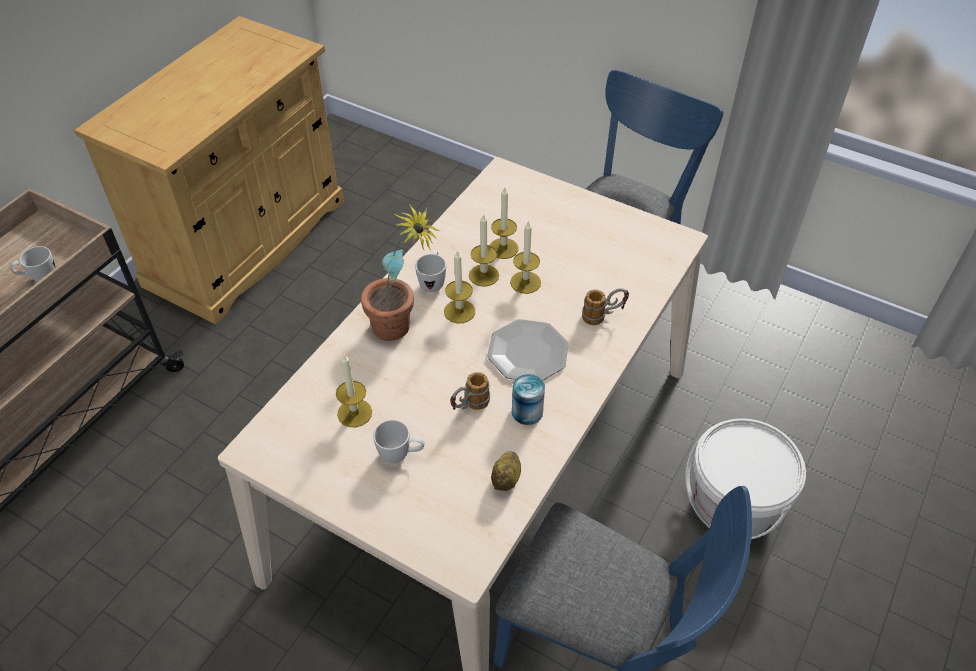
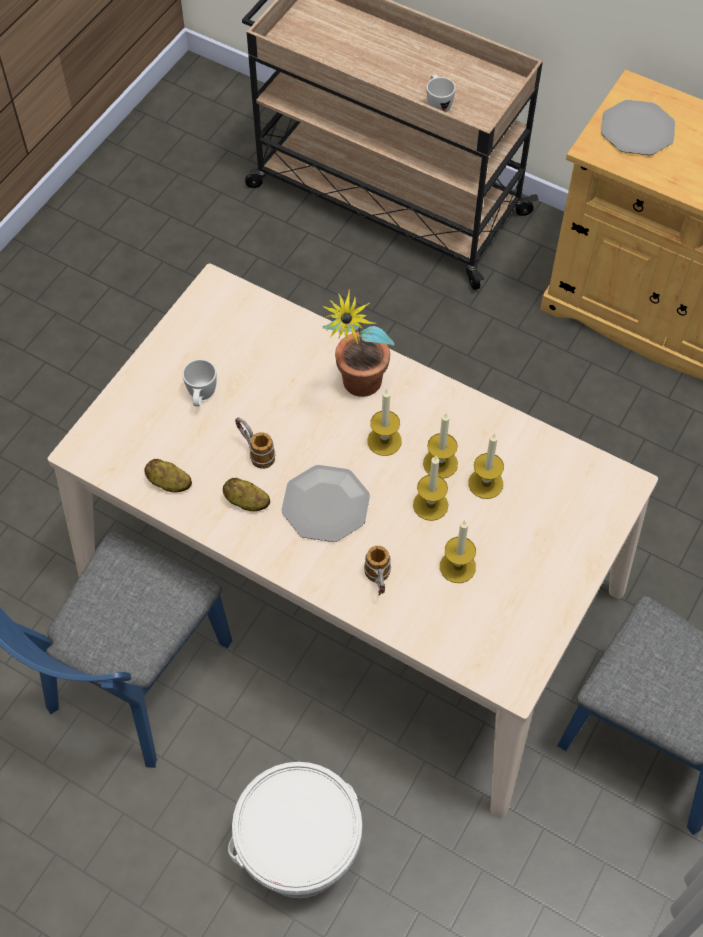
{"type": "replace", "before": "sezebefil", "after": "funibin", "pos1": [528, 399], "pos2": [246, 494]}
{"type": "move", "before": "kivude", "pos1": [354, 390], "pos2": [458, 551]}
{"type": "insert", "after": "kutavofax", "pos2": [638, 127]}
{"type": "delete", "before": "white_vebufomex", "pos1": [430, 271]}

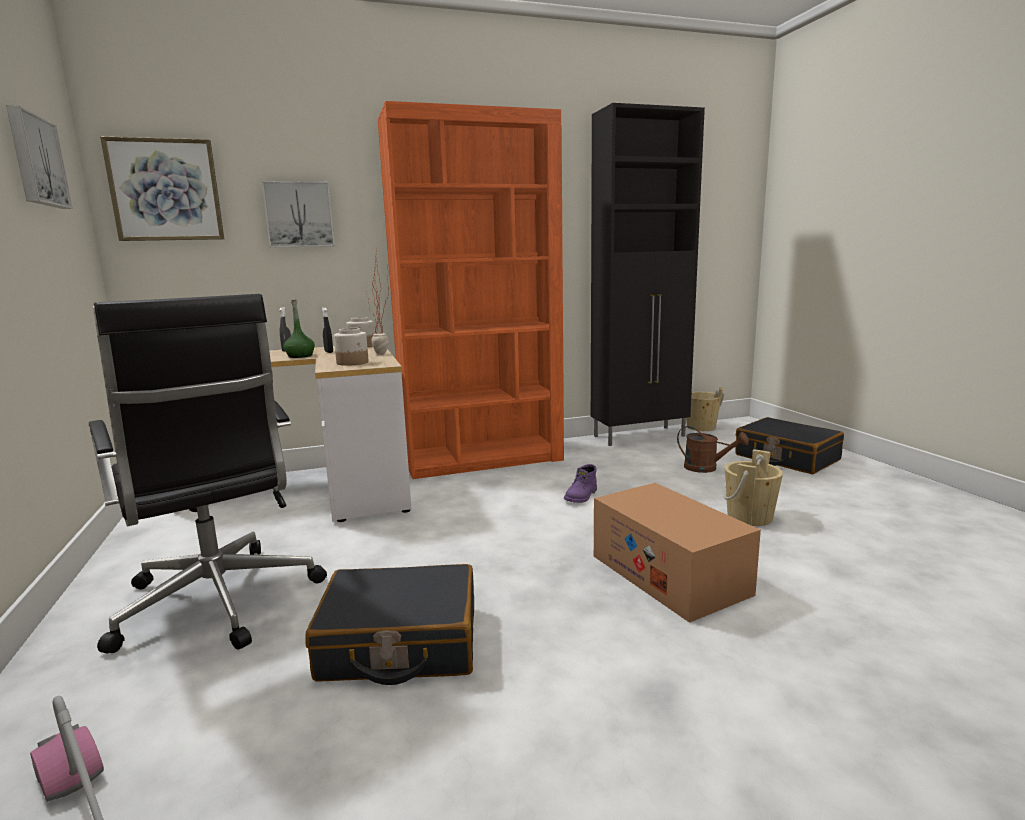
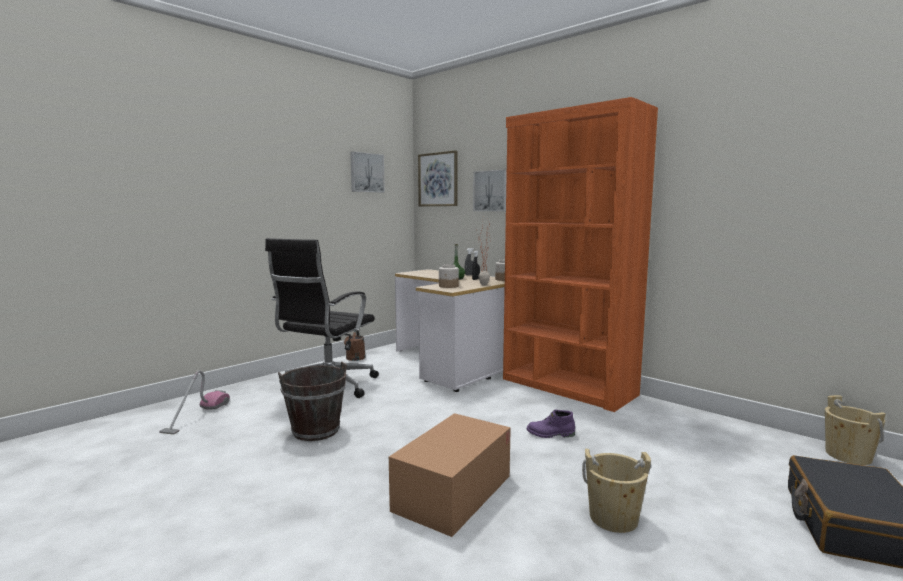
{"type": "replace", "before": "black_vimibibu", "after": "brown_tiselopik", "pos1": [389, 624], "pos2": [312, 401]}
{"type": "move", "before": "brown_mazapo", "pos1": [713, 449], "pos2": [355, 346]}
{"type": "delete", "before": "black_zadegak", "pos1": [648, 274]}

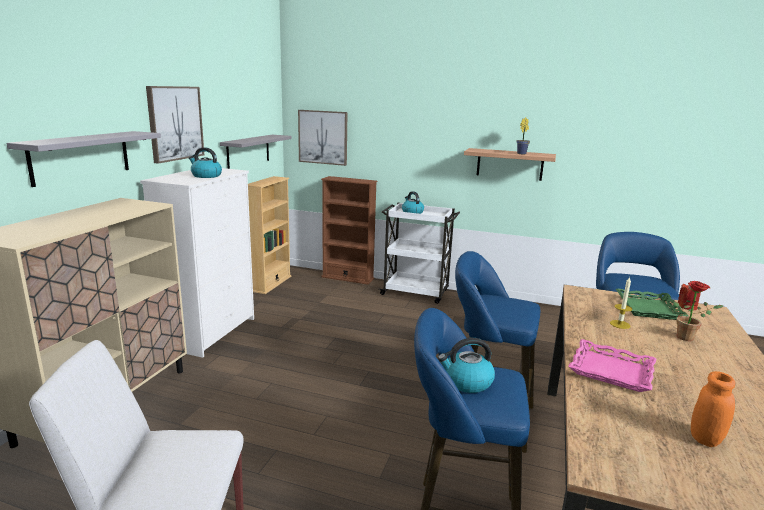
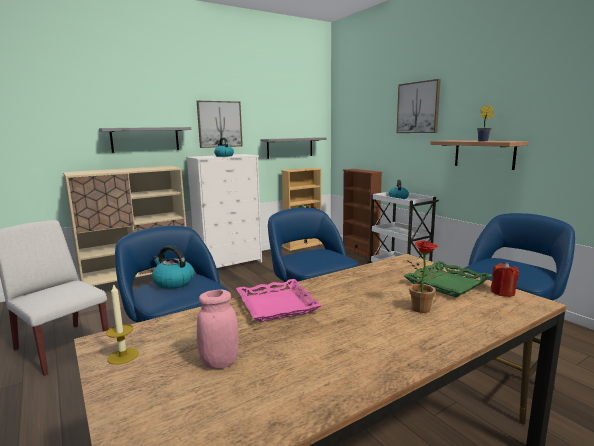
{"type": "move", "before": "kivude", "pos1": [621, 302], "pos2": [122, 324]}
{"type": "recolor", "before": "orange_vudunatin", "after": "pink_vudunatin", "pos1": [713, 409], "pos2": [218, 329]}
{"type": "move", "before": "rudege", "pos1": [322, 138], "pos2": [419, 106]}

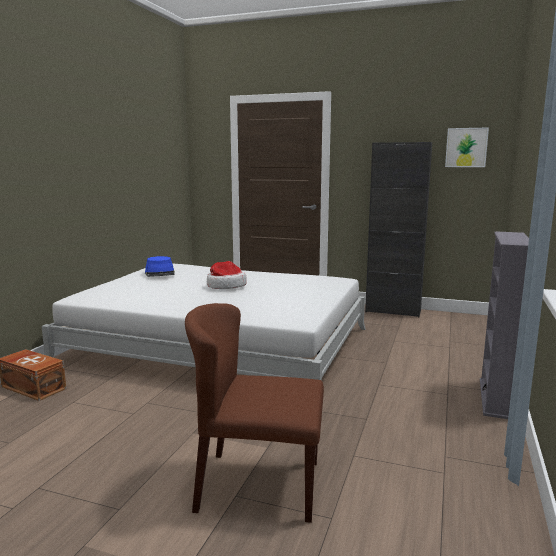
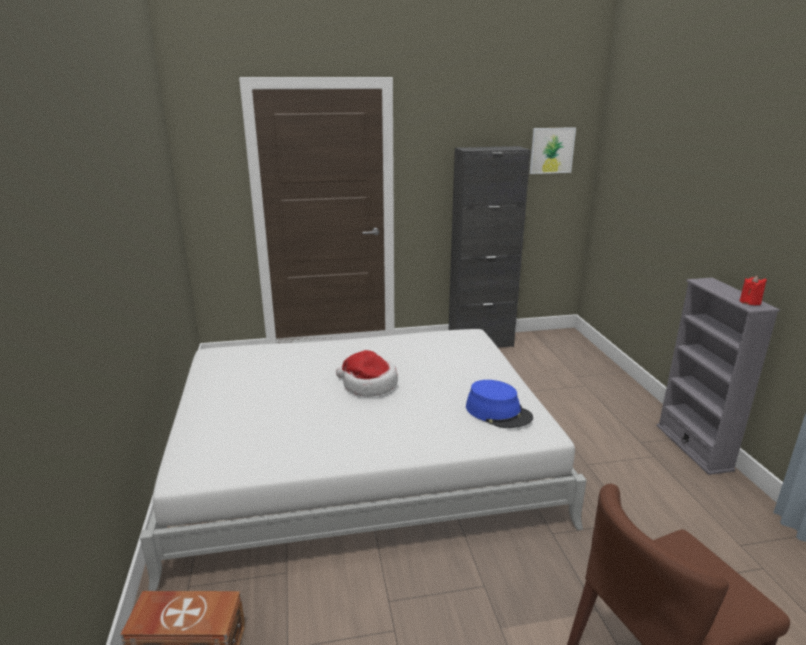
{"type": "move", "before": "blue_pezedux", "pos1": [160, 266], "pos2": [499, 404]}
{"type": "insert", "after": "red_kivude", "pos2": [753, 290]}

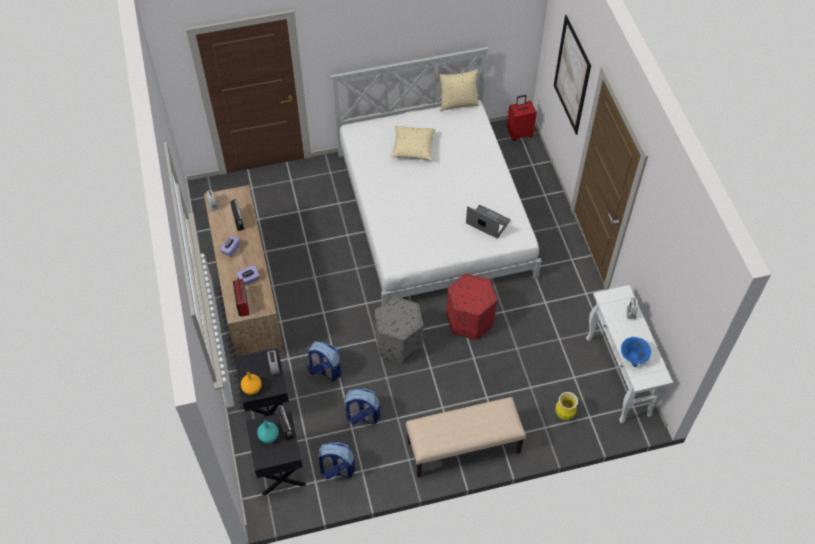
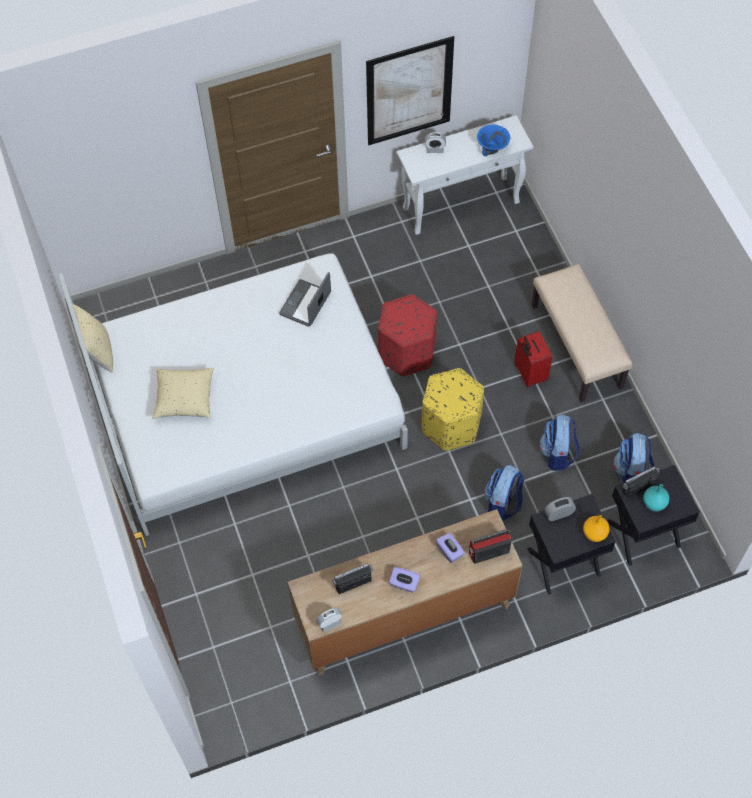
{"type": "move", "before": "rudege", "pos1": [572, 75], "pos2": [410, 90]}
{"type": "recolor", "before": "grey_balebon", "after": "yellow_balebon", "pos1": [399, 330], "pos2": [453, 409]}
{"type": "move", "before": "red_vimibibu", "pos1": [522, 118], "pos2": [534, 359]}
{"type": "delete", "before": "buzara", "pos1": [566, 406]}

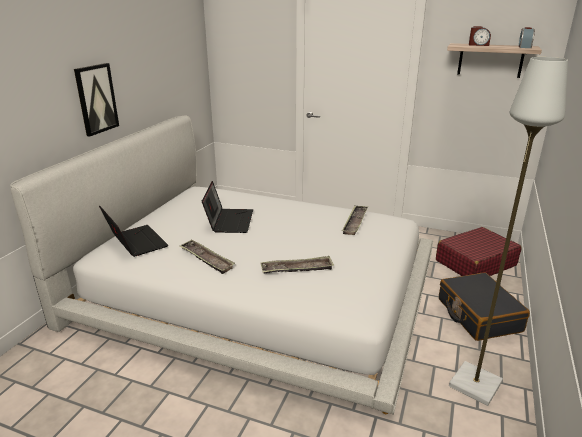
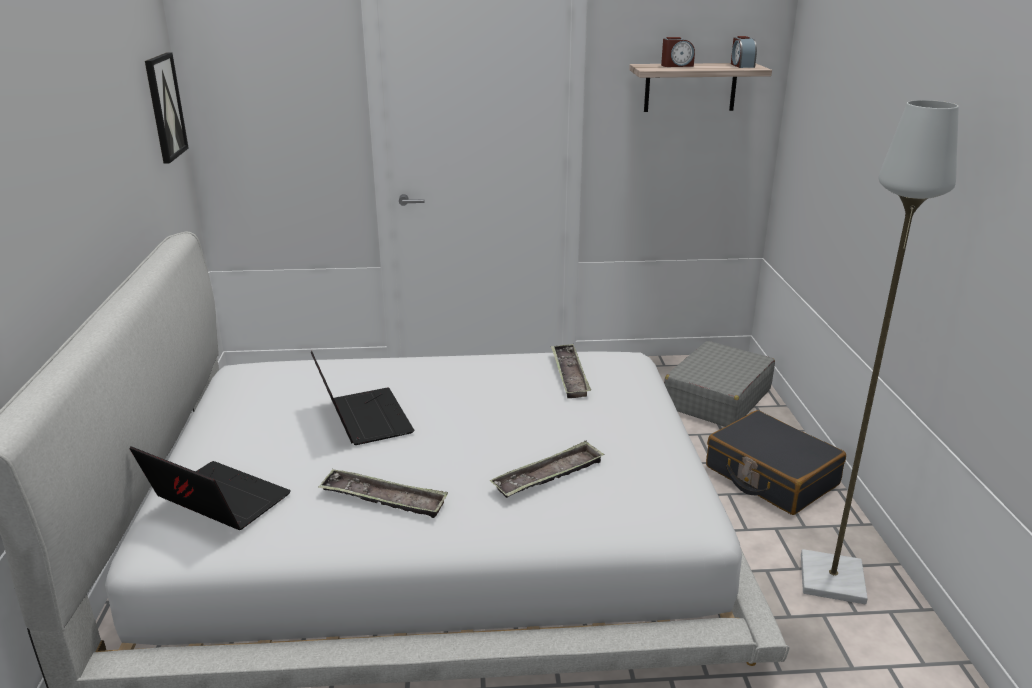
{"type": "move", "before": "rudege", "pos1": [96, 100], "pos2": [167, 107]}
{"type": "recolor", "before": "red_vimibibu", "after": "grey_vimibibu", "pos1": [479, 251], "pos2": [719, 384]}

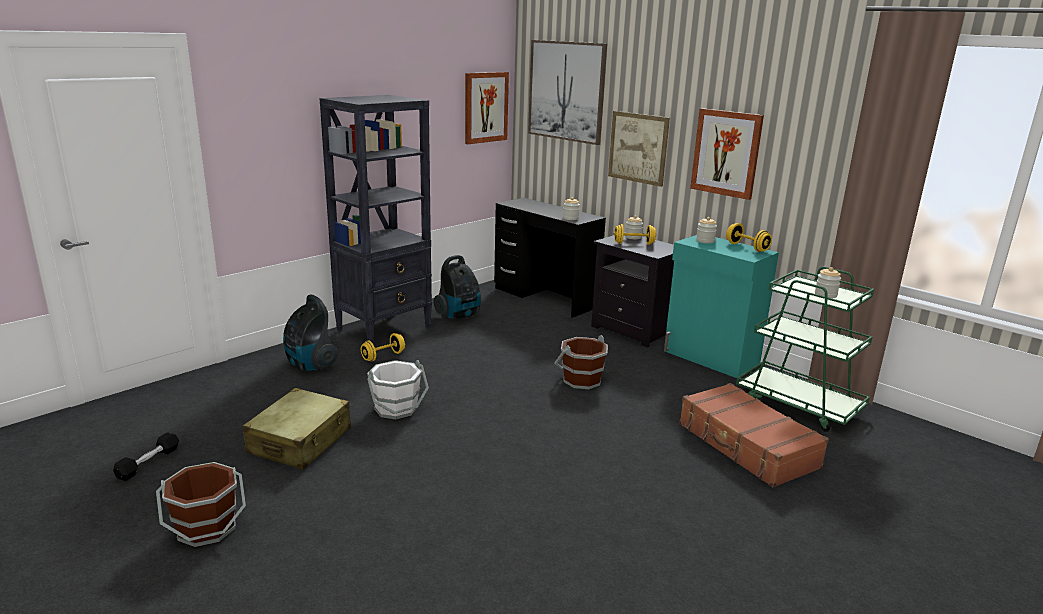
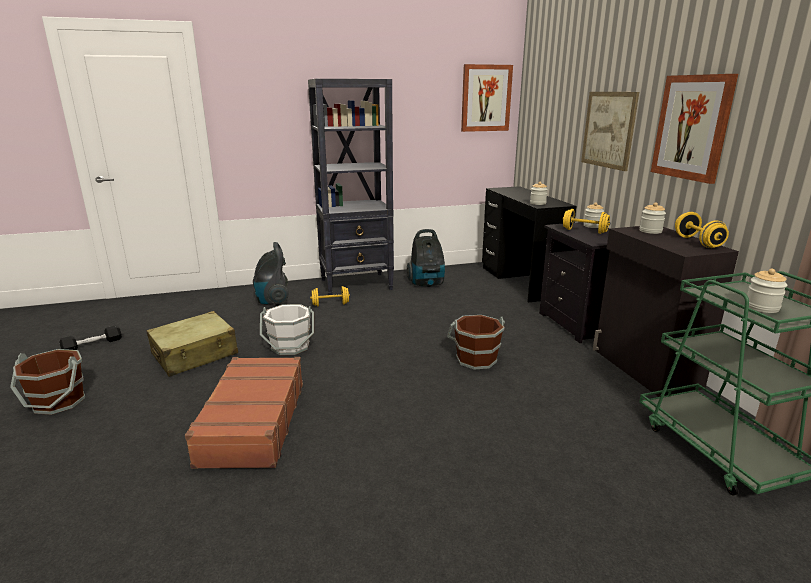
{"type": "move", "before": "brown_vimibibu", "pos1": [754, 435], "pos2": [244, 413]}
{"type": "recolor", "before": "turquoise_zadegak", "after": "black_zadegak", "pos1": [721, 306], "pos2": [666, 311]}
{"type": "delete", "before": "rudege", "pos1": [567, 92]}

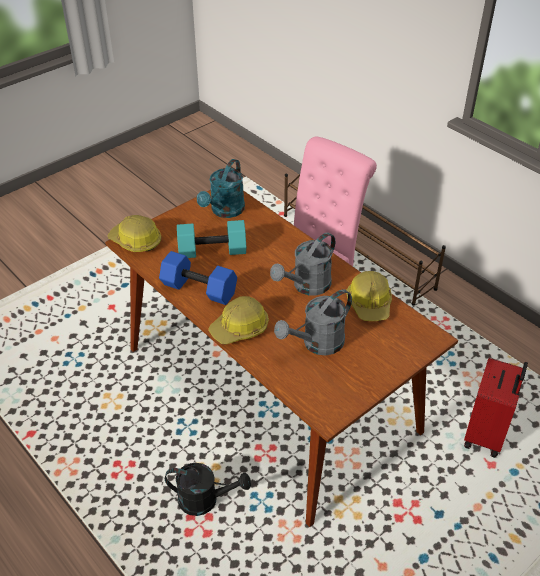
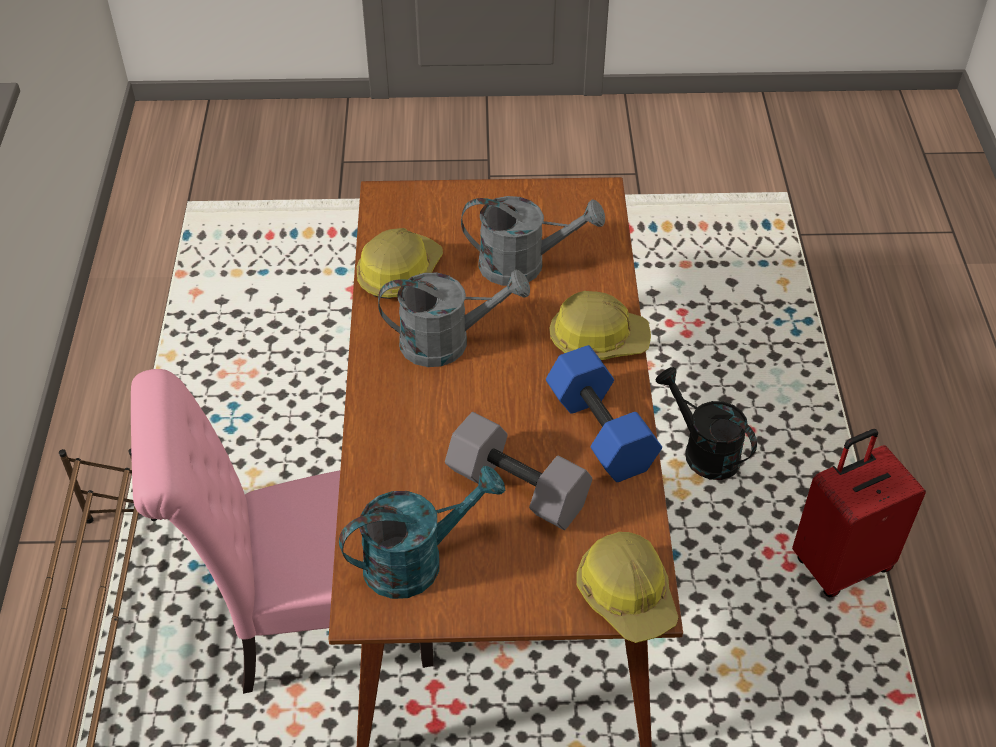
{"type": "recolor", "before": "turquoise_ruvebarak", "after": "grey_ruvebarak", "pos1": [211, 239], "pos2": [518, 471]}
{"type": "move", "before": "red_vimibibu", "pos1": [496, 408], "pos2": [859, 513]}

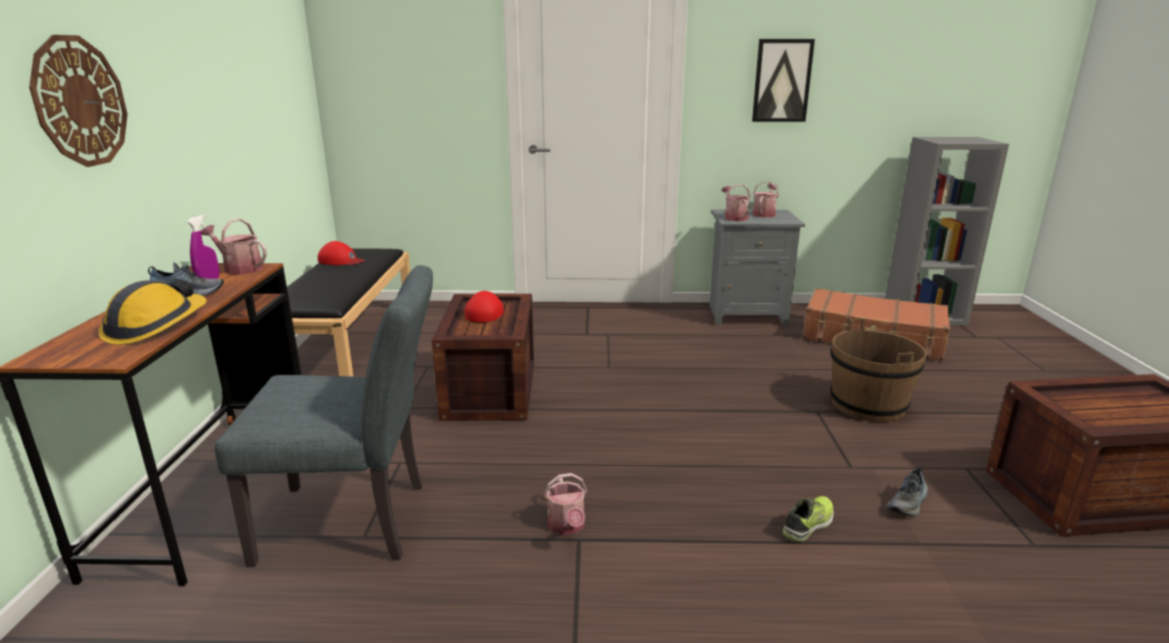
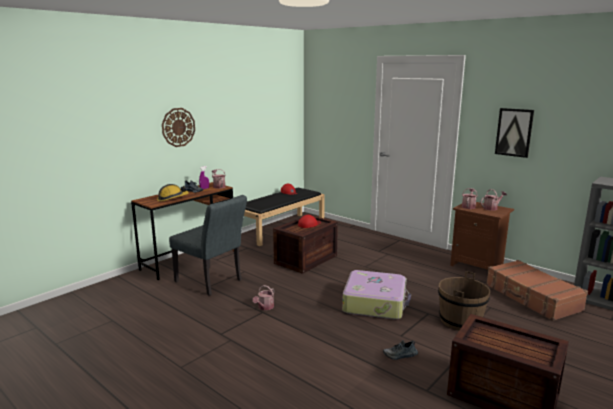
{"type": "insert", "after": "vimibibu", "pos2": [376, 294]}
{"type": "recolor", "before": "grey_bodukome", "after": "brown_bodukome", "pos1": [757, 268], "pos2": [482, 236]}
{"type": "delete", "before": "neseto", "pos1": [808, 519]}

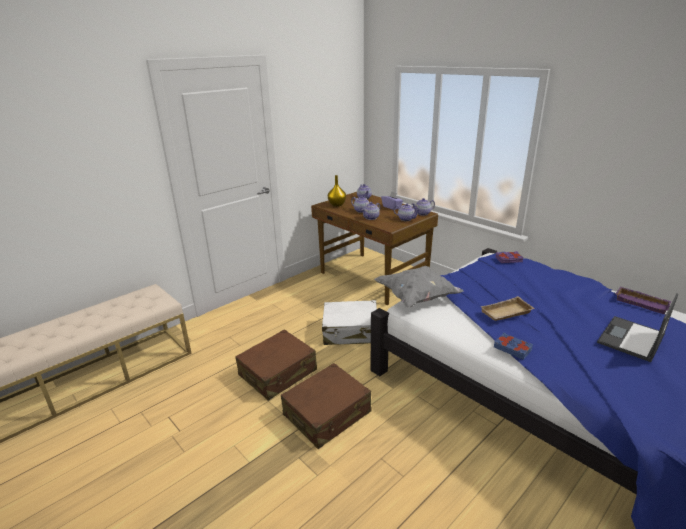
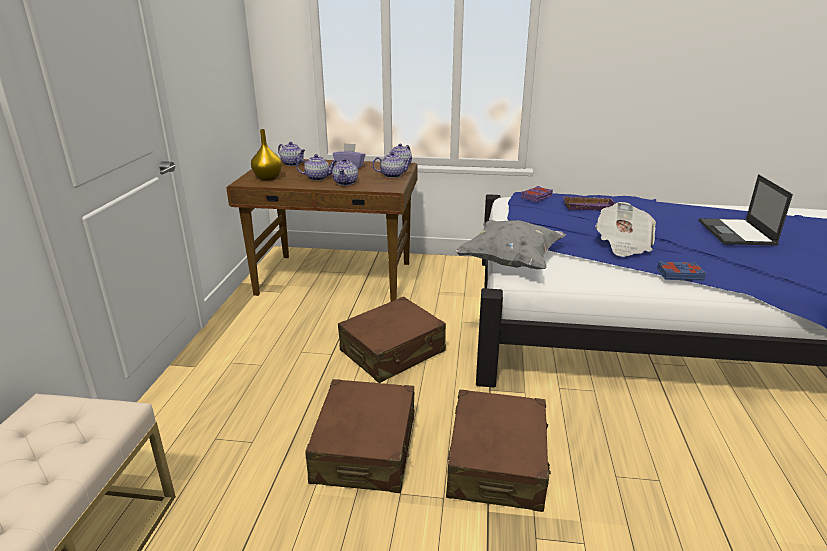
{"type": "recolor", "before": "white_vimibibu", "after": "brown_vimibibu", "pos1": [349, 322], "pos2": [392, 340]}
{"type": "move", "before": "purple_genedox", "pos1": [643, 300], "pos2": [589, 203]}
{"type": "replace", "before": "beige_genedox", "after": "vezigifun", "pos1": [507, 308], "pos2": [626, 229]}

